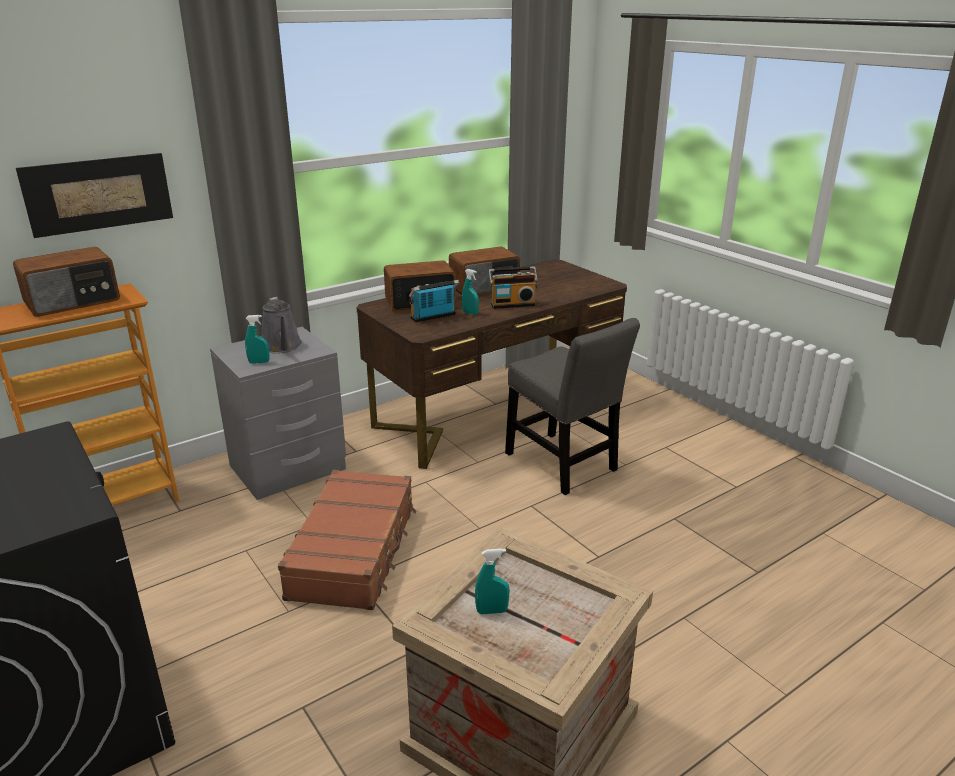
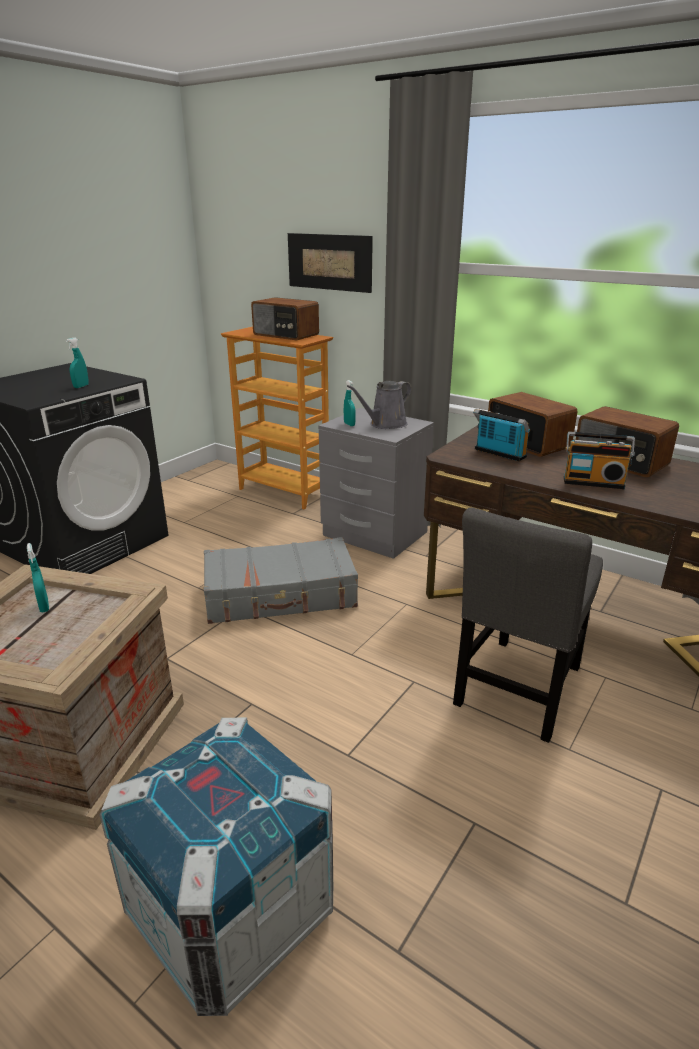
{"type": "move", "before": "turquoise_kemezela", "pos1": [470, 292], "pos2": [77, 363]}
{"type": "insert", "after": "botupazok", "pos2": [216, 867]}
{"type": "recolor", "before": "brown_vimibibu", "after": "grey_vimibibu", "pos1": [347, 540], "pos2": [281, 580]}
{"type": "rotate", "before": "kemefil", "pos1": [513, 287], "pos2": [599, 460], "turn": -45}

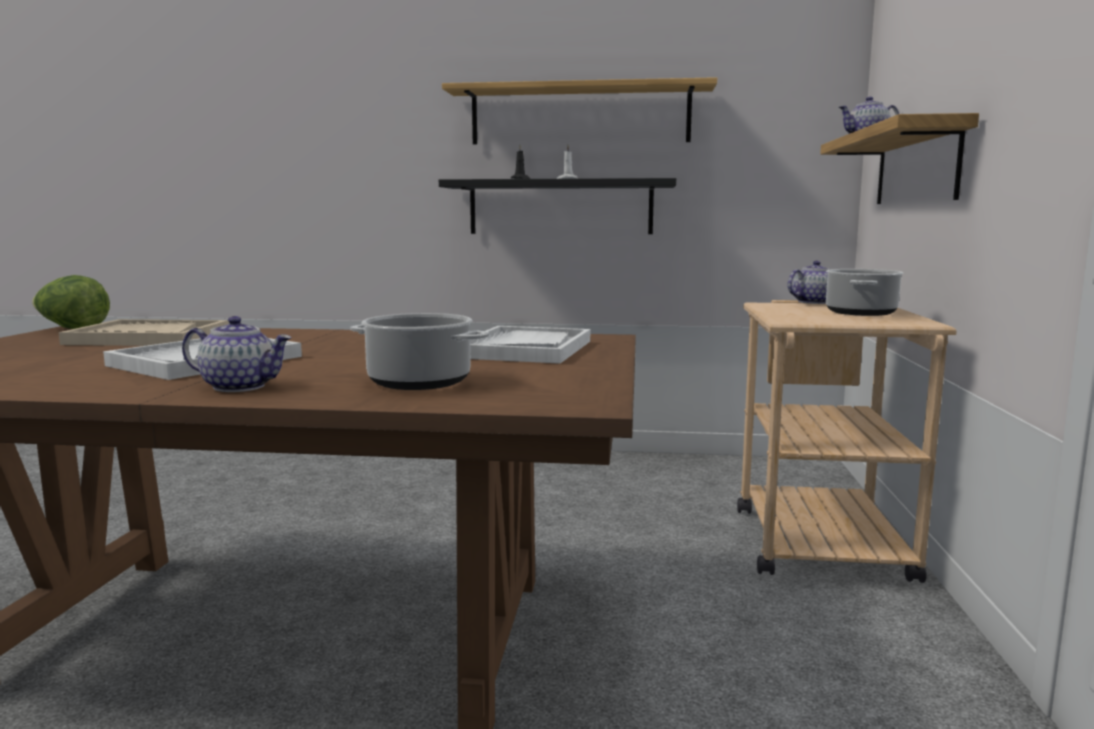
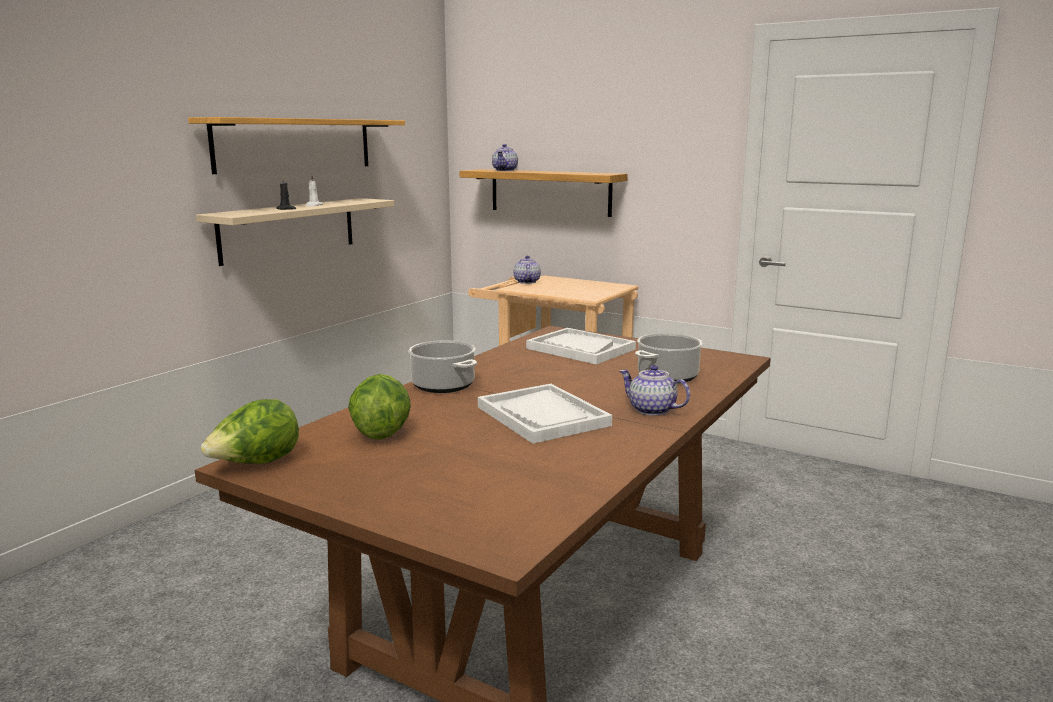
{"type": "recolor", "before": "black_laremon", "after": "beige_laremon", "pos1": [557, 206], "pos2": [295, 232]}
{"type": "replace", "before": "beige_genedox", "after": "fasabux", "pos1": [144, 332], "pos2": [379, 407]}
{"type": "move", "before": "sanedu", "pos1": [865, 292], "pos2": [442, 366]}
{"type": "rotate", "before": "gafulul", "pos1": [237, 354], "pos2": [655, 390], "turn": -90}

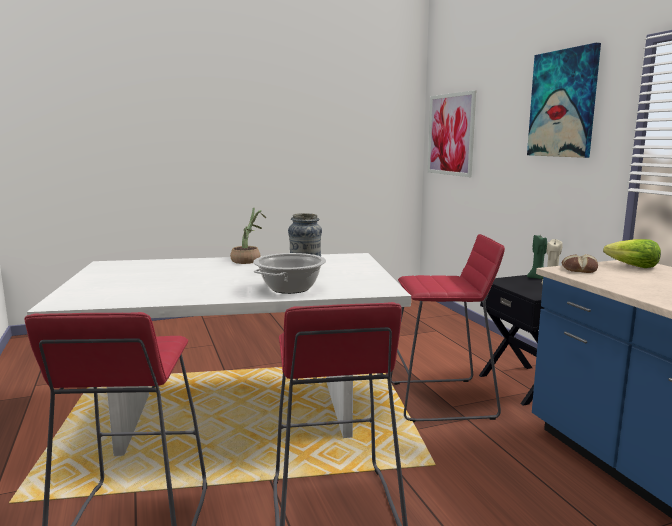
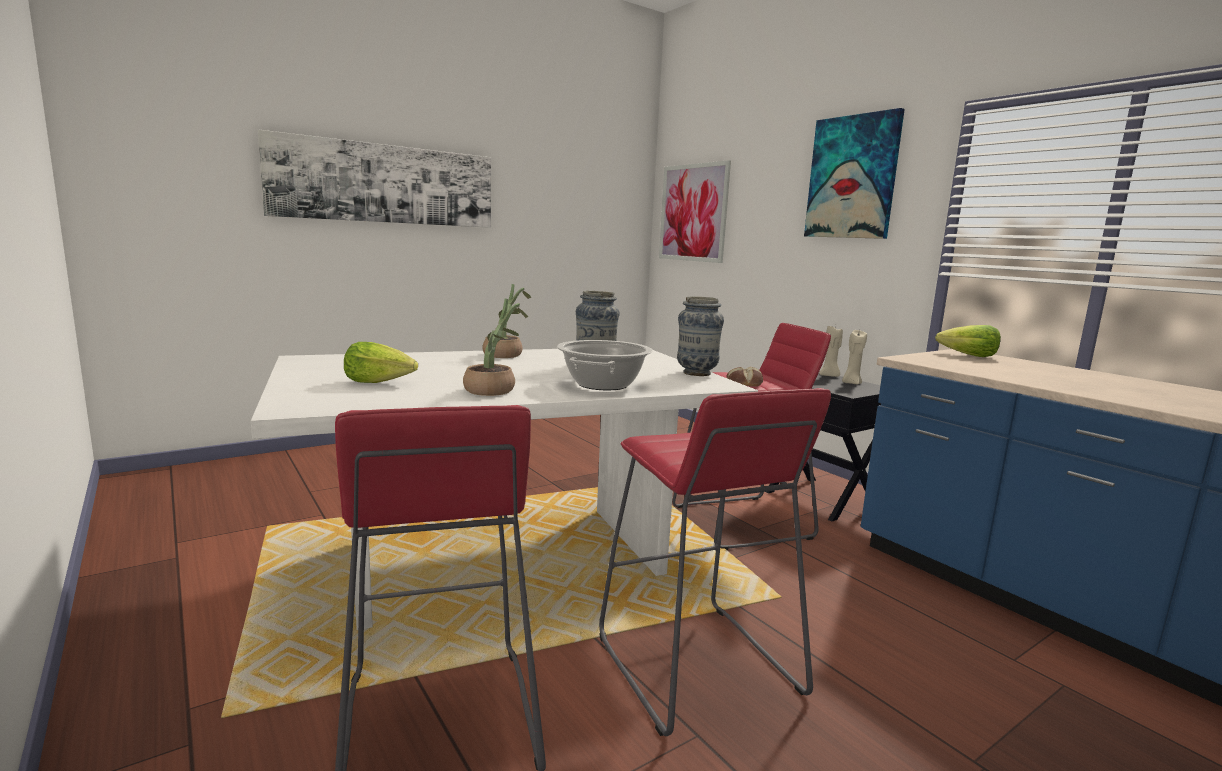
{"type": "insert", "after": "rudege", "pos2": [374, 178]}
{"type": "insert", "after": "fasabux", "pos2": [381, 362]}
{"type": "insert", "after": "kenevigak", "pos2": [495, 347]}
{"type": "insert", "after": "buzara", "pos2": [700, 336]}
{"type": "move", "before": "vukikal", "pos1": [580, 263], "pos2": [744, 377]}
{"type": "recolor", "before": "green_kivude", "after": "beige_kivude", "pos1": [537, 257], "pos2": [831, 351]}

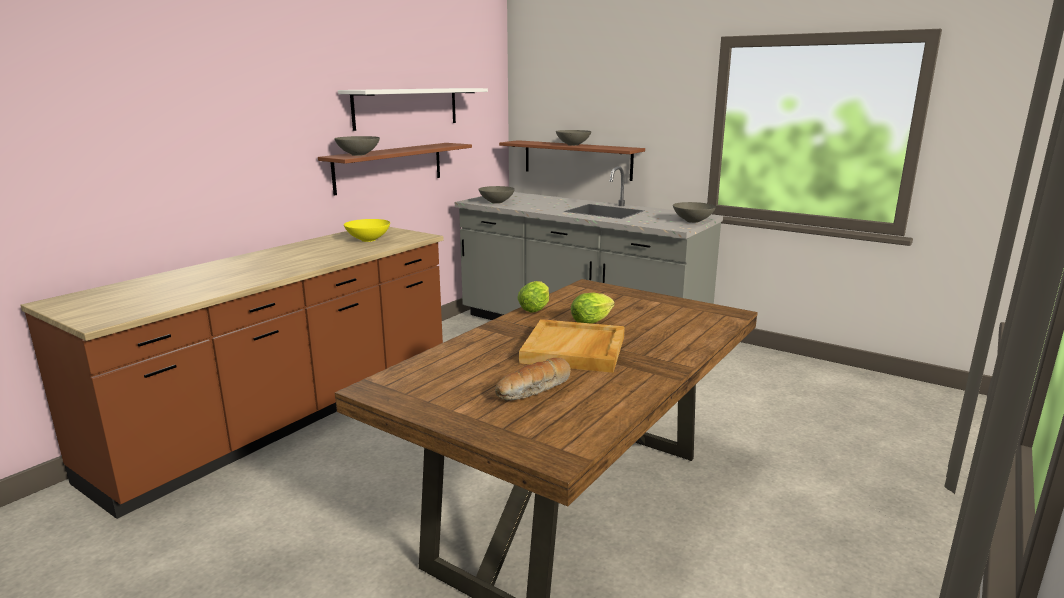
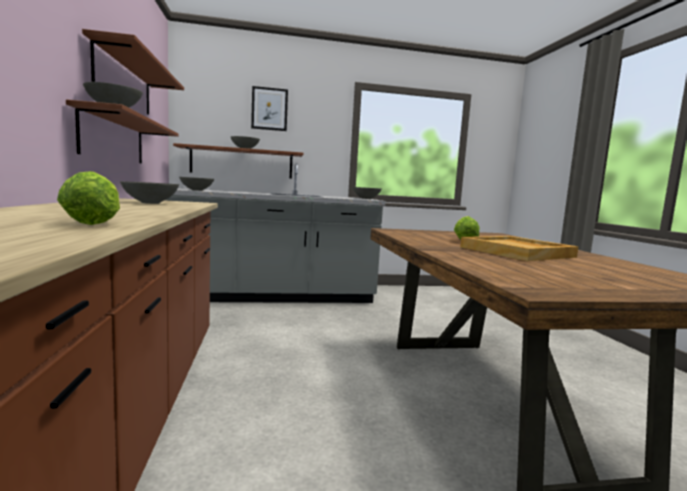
{"type": "move", "before": "fasabux", "pos1": [533, 297], "pos2": [88, 198]}
{"type": "recolor", "before": "white_laremon", "after": "brown_laremon", "pos1": [413, 109], "pos2": [133, 72]}
{"type": "recolor", "before": "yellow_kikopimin", "after": "grey_kikopimin", "pos1": [367, 230], "pos2": [149, 192]}
{"type": "insert", "after": "rudege", "pos2": [269, 108]}
{"type": "delete", "before": "vukikal", "pos1": [533, 379]}

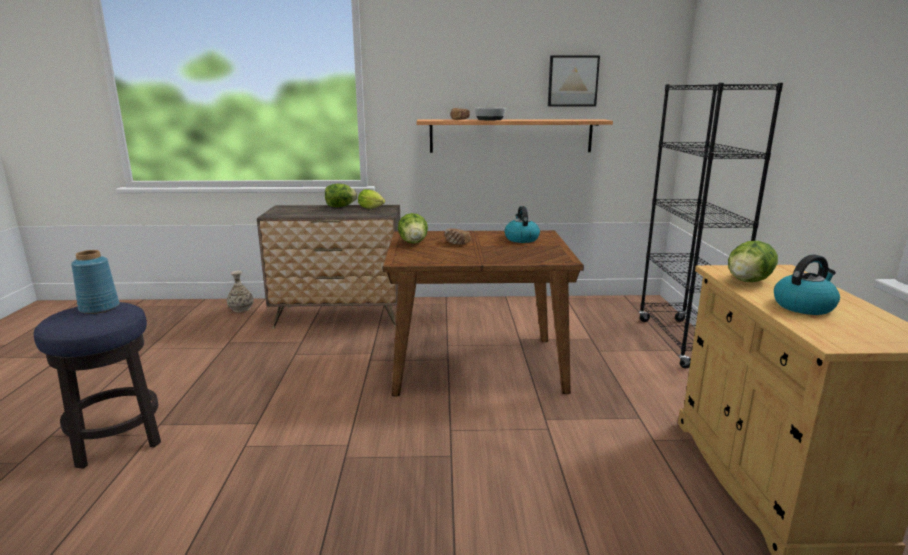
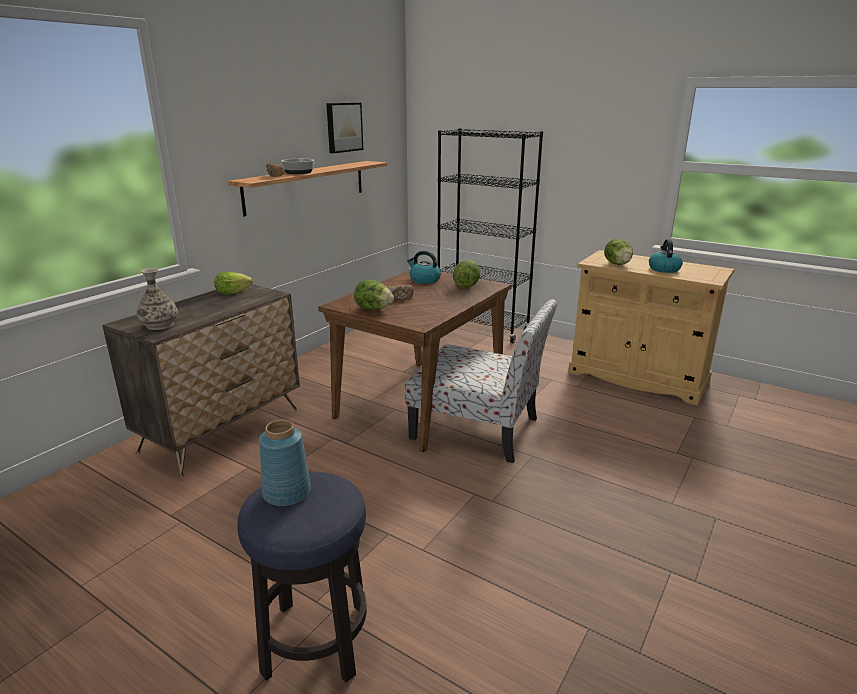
{"type": "move", "before": "buzara", "pos1": [240, 291], "pos2": [157, 299]}
{"type": "insert", "after": "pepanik", "pos2": [481, 381]}
{"type": "move", "before": "fasabux", "pos1": [341, 195], "pos2": [466, 274]}

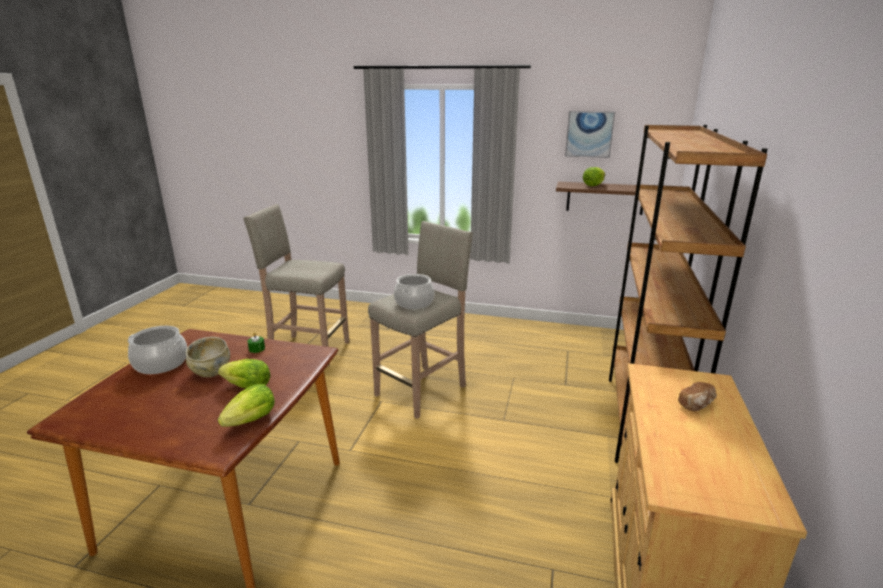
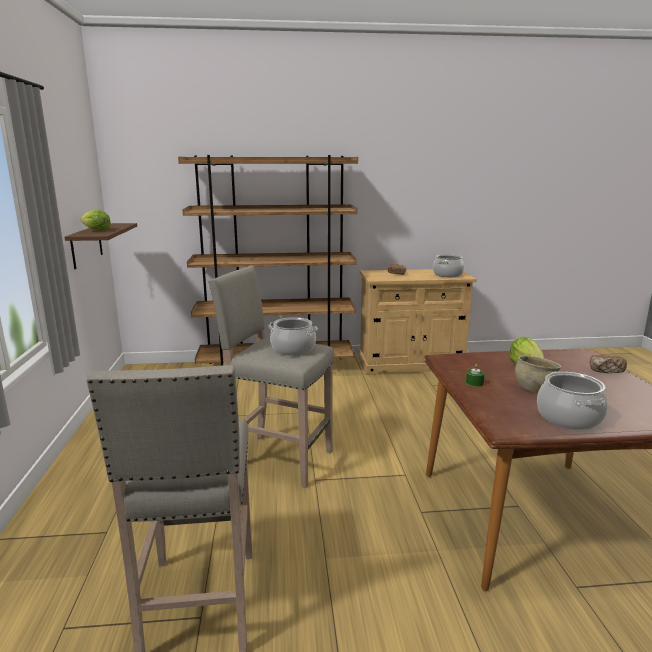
{"type": "insert", "after": "sanedu", "pos2": [448, 265]}
{"type": "insert", "after": "vukikal", "pos2": [608, 364]}
{"type": "delete", "before": "fasabux", "pos1": [246, 405]}
{"type": "delete", "before": "rudege", "pos1": [590, 134]}

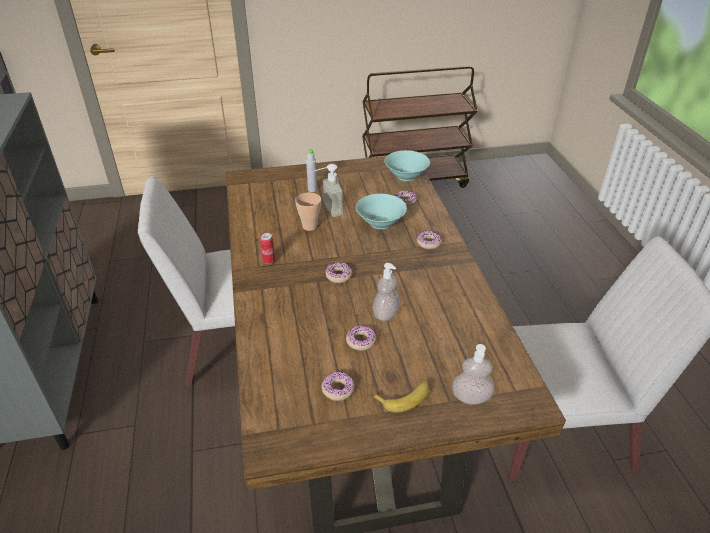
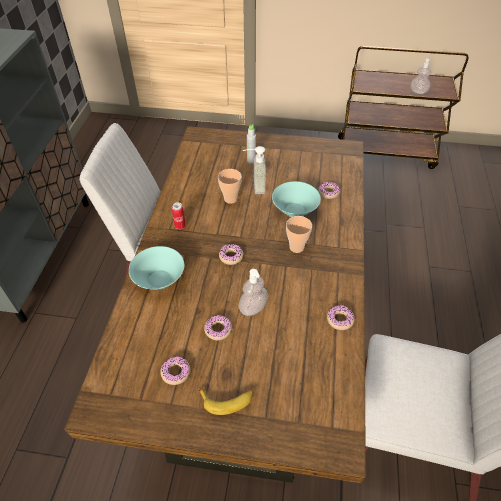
{"type": "move", "before": "turquoise_kikopimin", "pos1": [407, 165], "pos2": [156, 268]}
{"type": "insert", "after": "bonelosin", "pos2": [299, 234]}
{"type": "move", "before": "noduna", "pos1": [429, 240], "pos2": [341, 317]}
{"type": "move", "before": "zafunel", "pos1": [473, 374], "pos2": [420, 76]}

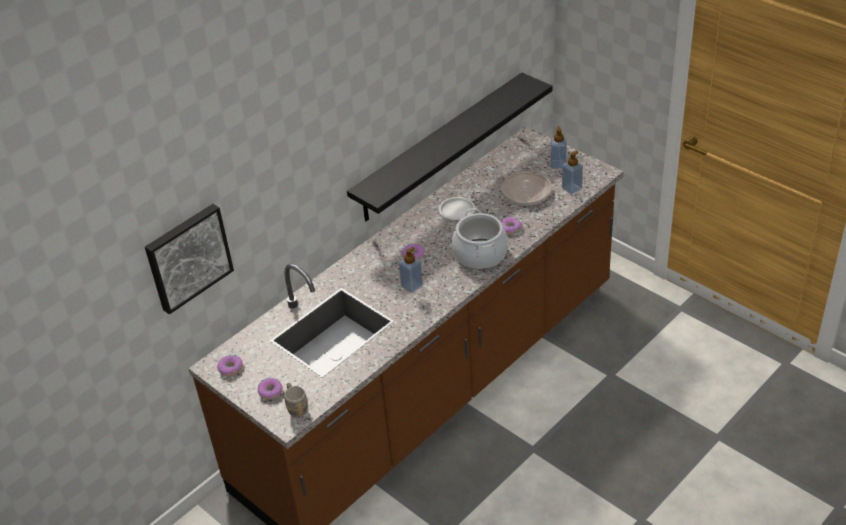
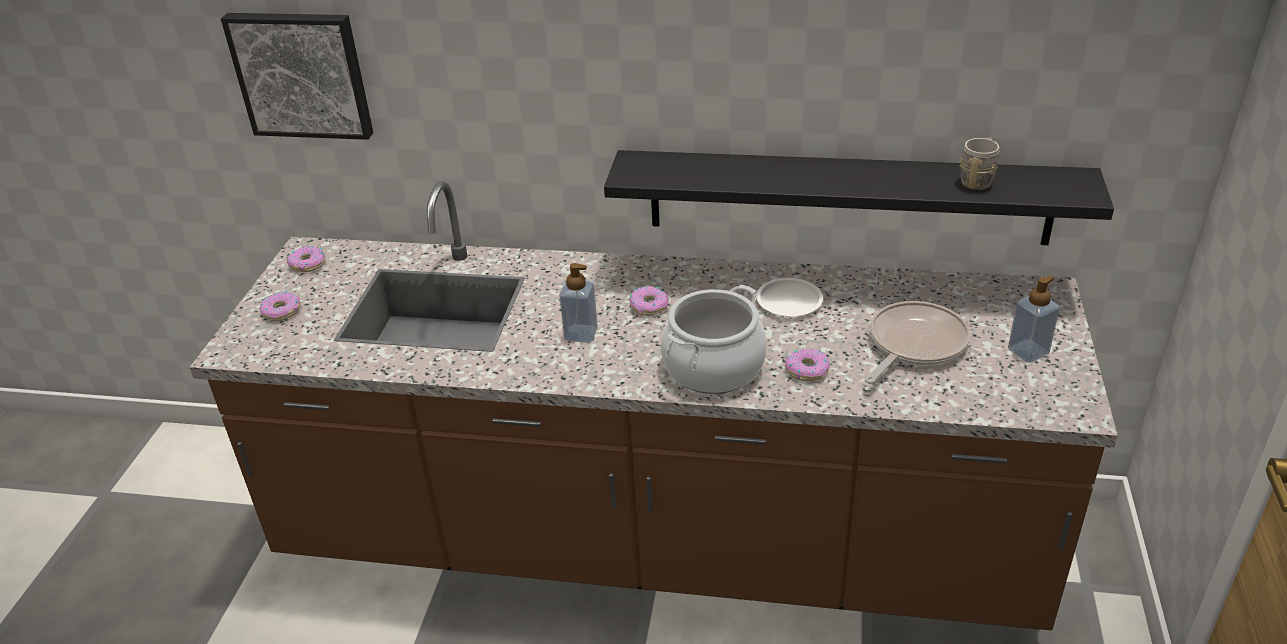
{"type": "rotate", "before": "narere", "pos1": [519, 186], "pos2": [917, 342], "turn": -150}
{"type": "move", "before": "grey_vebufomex", "pos1": [296, 400], "pos2": [979, 163]}
{"type": "delete", "before": "zafunel", "pos1": [572, 173]}

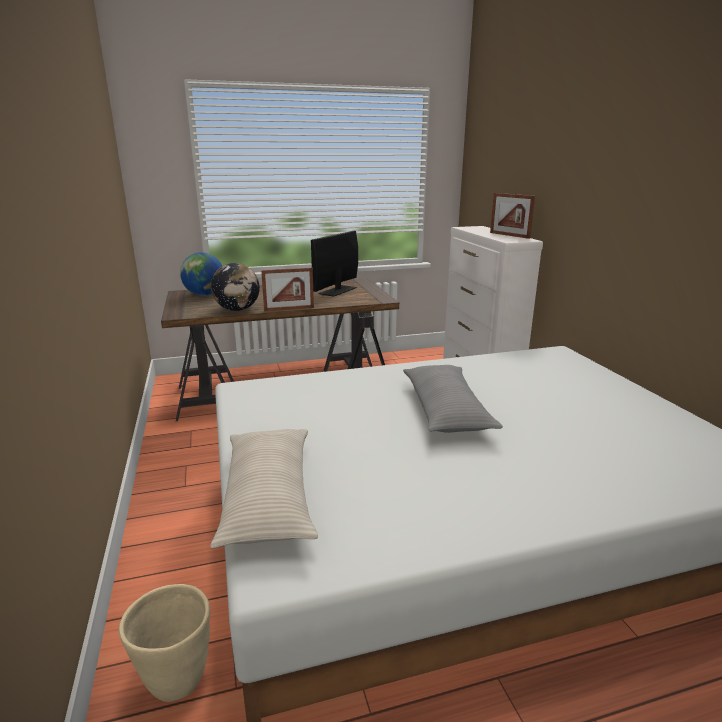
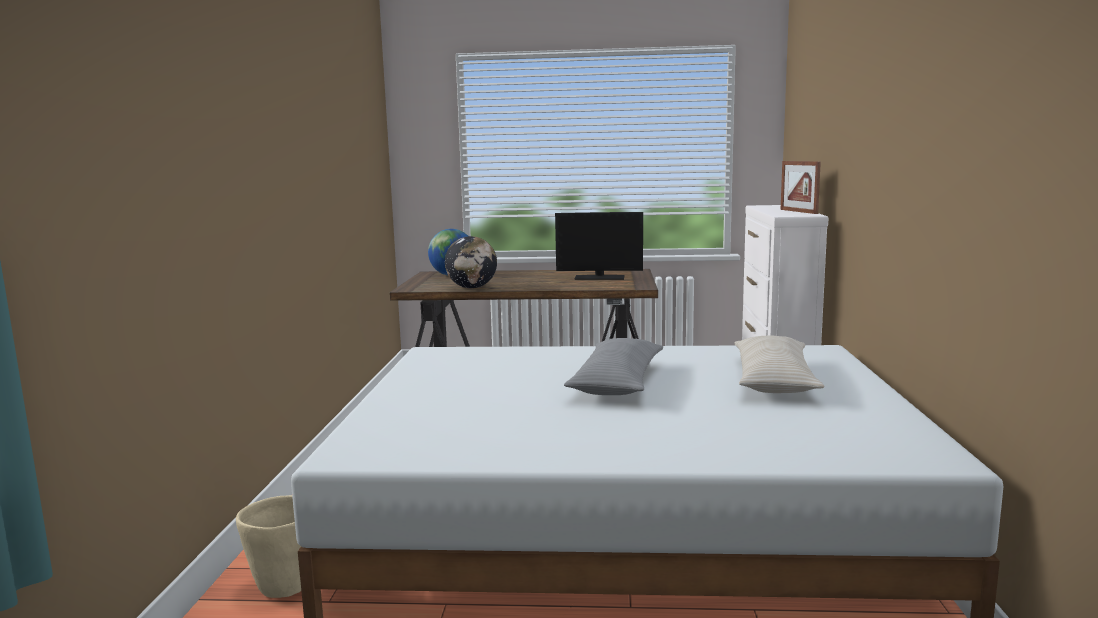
{"type": "rotate", "before": "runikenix", "pos1": [334, 264], "pos2": [599, 246], "turn": -135}
{"type": "move", "before": "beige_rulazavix", "pos1": [264, 488], "pos2": [779, 364]}
{"type": "delete", "before": "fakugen", "pos1": [287, 289]}

